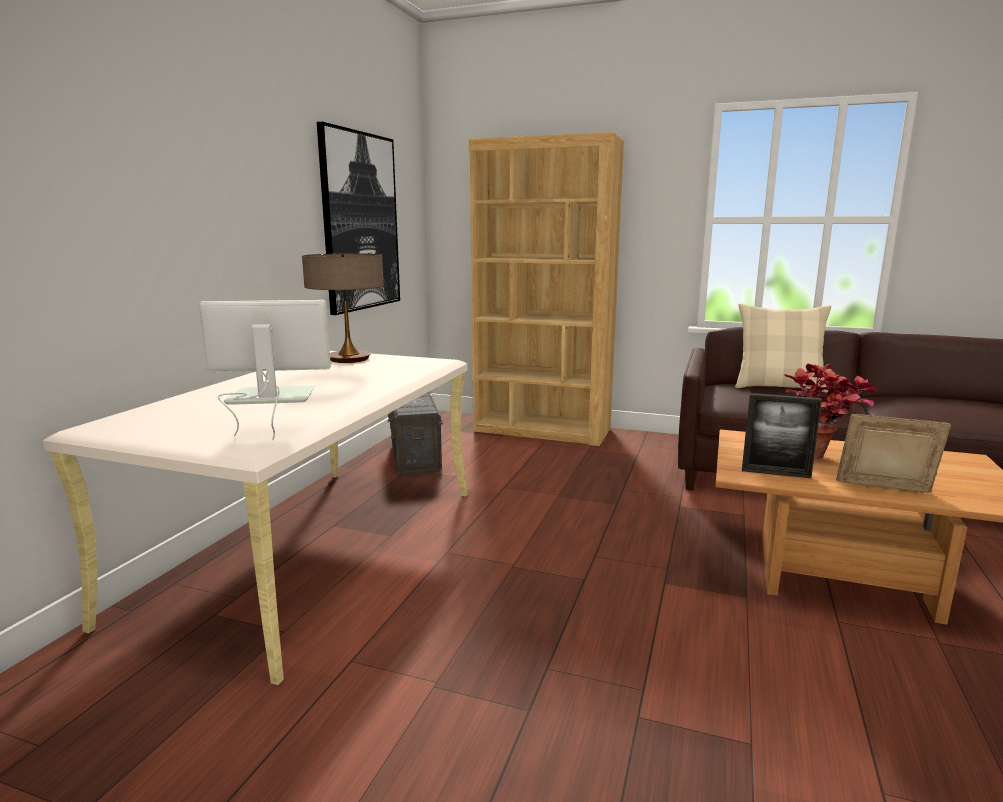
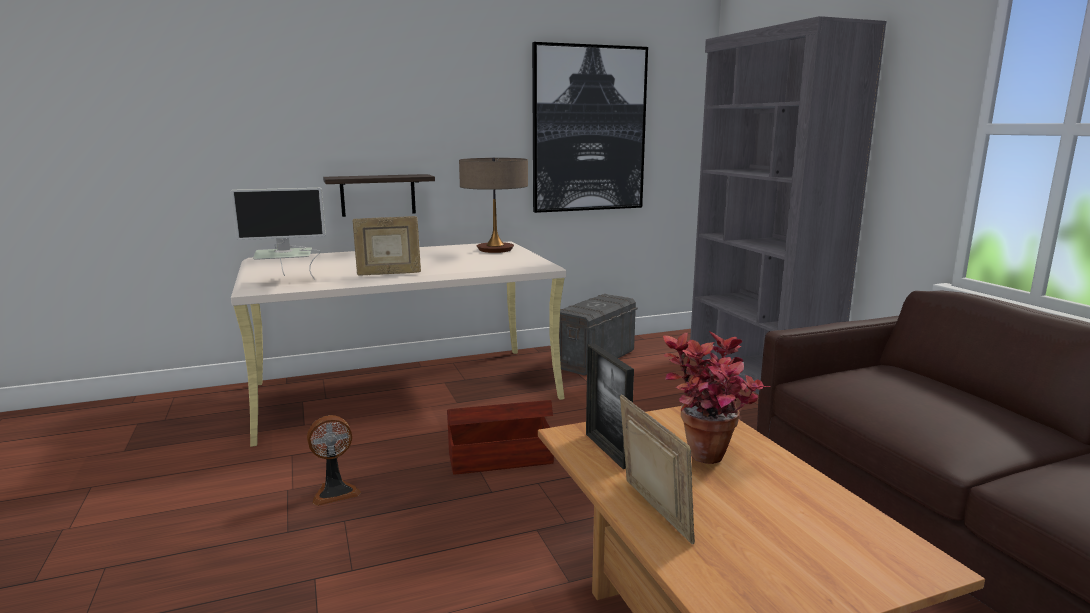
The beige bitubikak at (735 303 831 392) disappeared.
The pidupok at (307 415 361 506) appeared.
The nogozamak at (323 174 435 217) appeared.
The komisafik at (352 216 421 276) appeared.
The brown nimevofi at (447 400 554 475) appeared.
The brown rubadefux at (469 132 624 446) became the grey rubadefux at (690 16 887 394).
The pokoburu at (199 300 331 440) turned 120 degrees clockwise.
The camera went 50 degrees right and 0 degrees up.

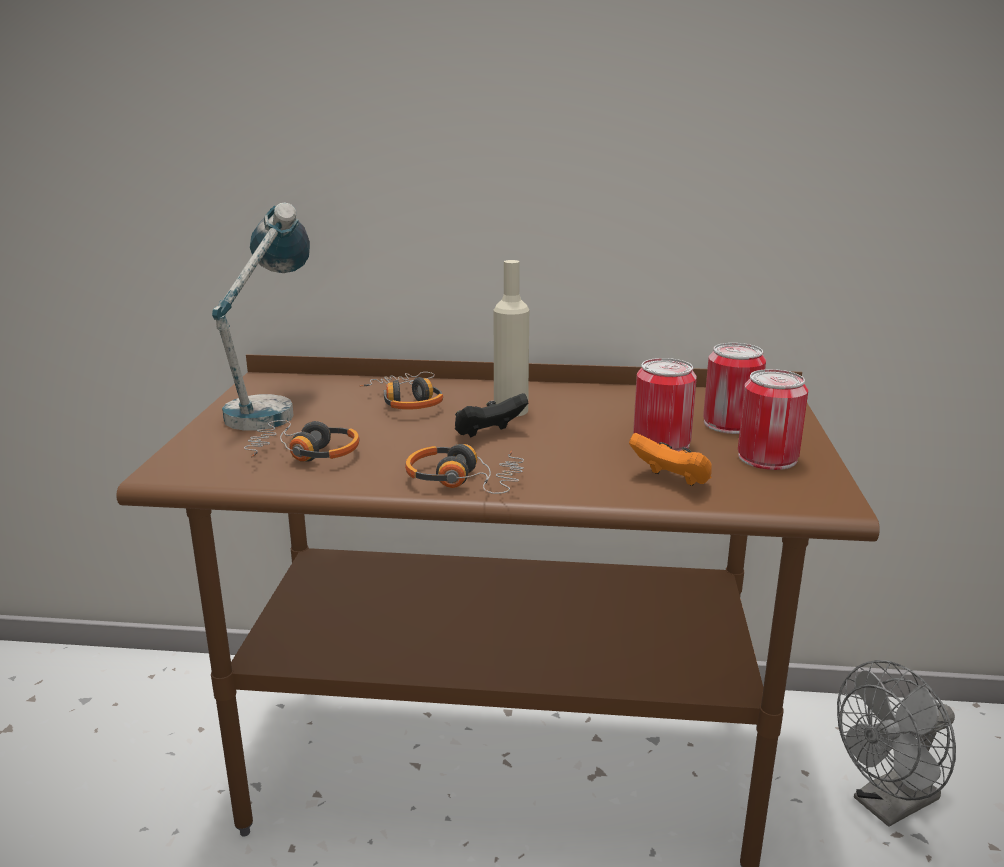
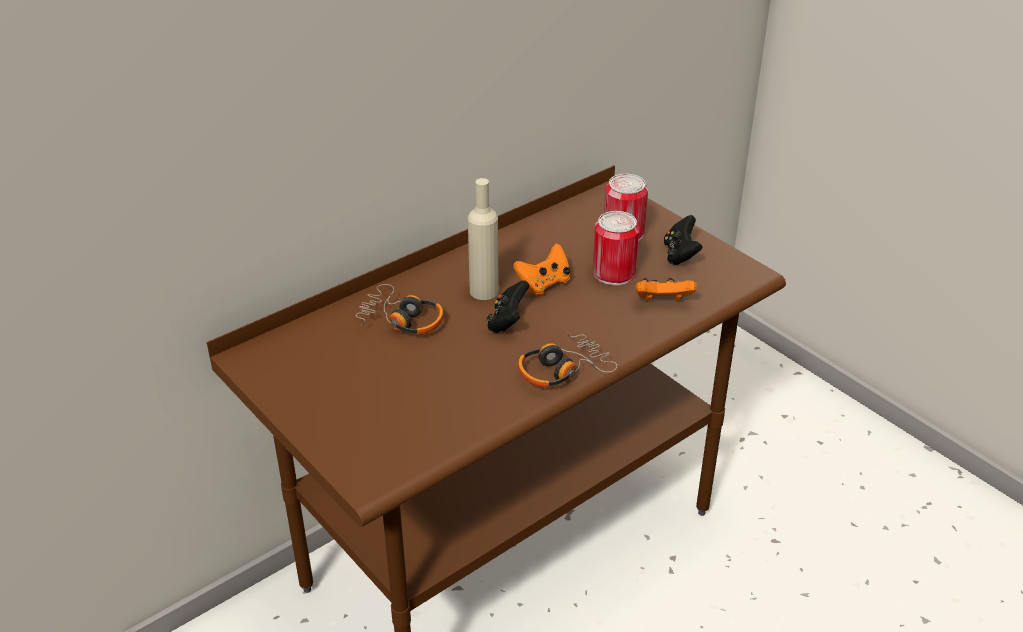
The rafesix at (212 203 310 431) disappeared.
The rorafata at (244 420 359 462) disappeared.
The grey pidupok at (837 660 956 827) disappeared.
The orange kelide at (513 243 570 295) appeared.
The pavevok at (738 369 808 470) was replaced by the black kelide at (664 215 702 265).
The camera went 45 degrees left and 15 degrees up.

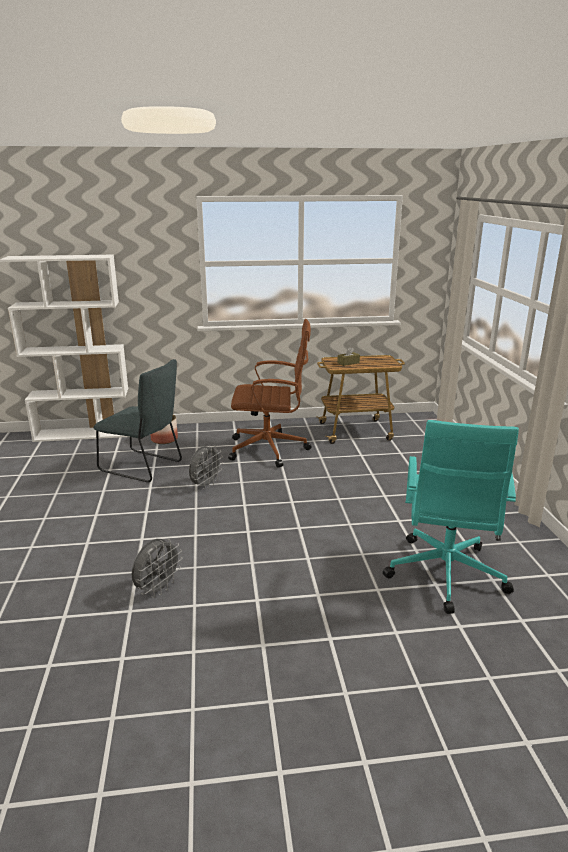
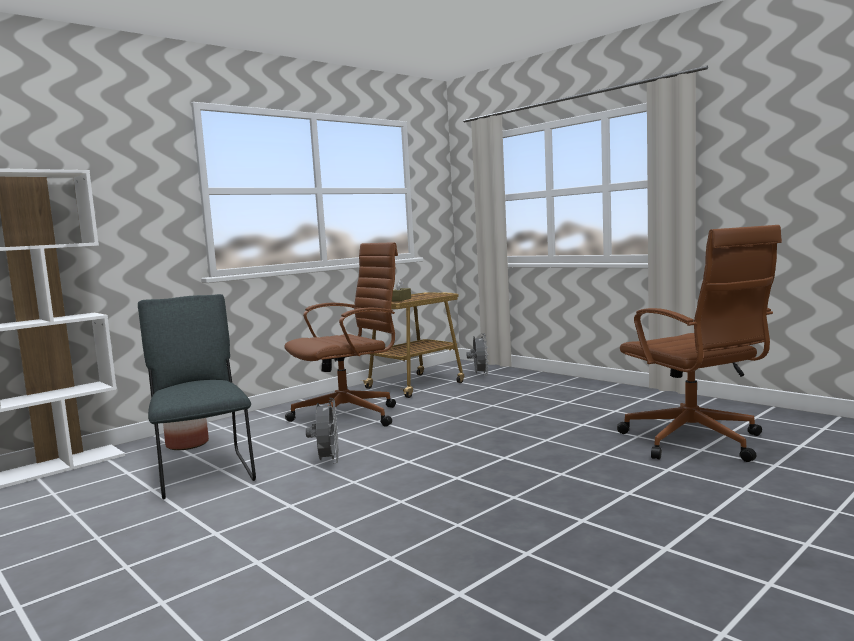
The grey pidupok moved from (132 539 183 598) to (467 333 489 376).
The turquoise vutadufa at (383 420 519 614) became the brown vutadufa at (617 225 782 462).
The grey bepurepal at (94 359 182 482) turned 105 degrees counterclockwise.
The camera went 35 degrees left and 15 degrees down.

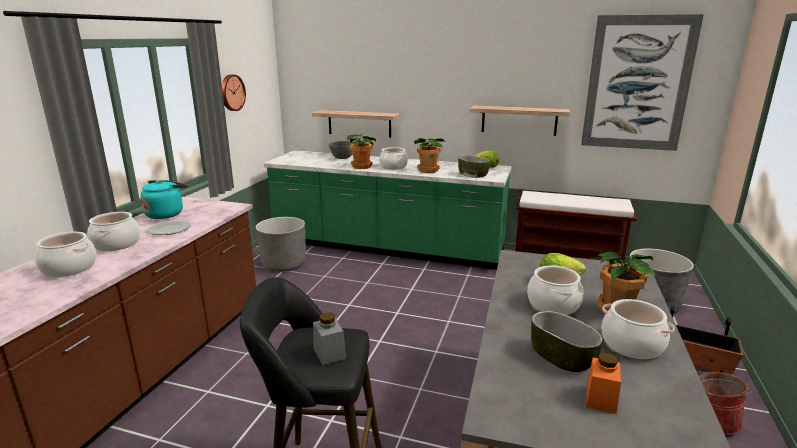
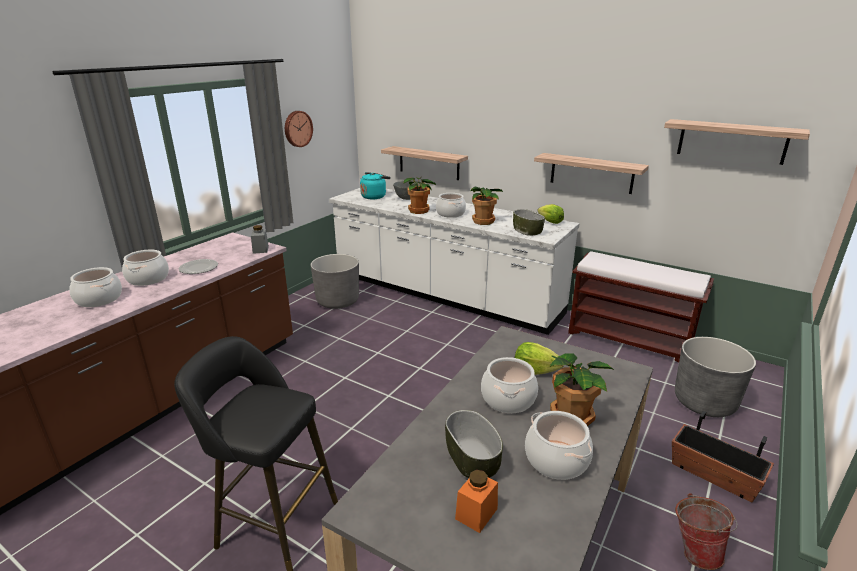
The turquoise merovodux moved from (140 180 188 219) to (360 172 390 199).
The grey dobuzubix moved from (313 313 346 365) to (251 225 269 254).
The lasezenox at (581 14 704 151) was replaced by the nogozamak at (664 119 810 165).
The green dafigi at (264 151 511 270) became the white dafigi at (329 188 580 335).
The camera went 15 degrees right and 5 degrees up.

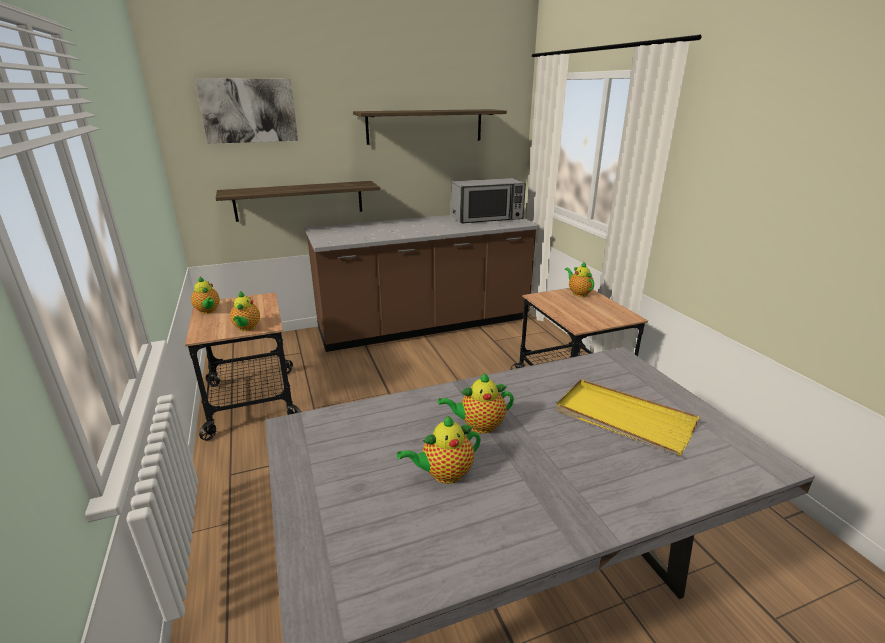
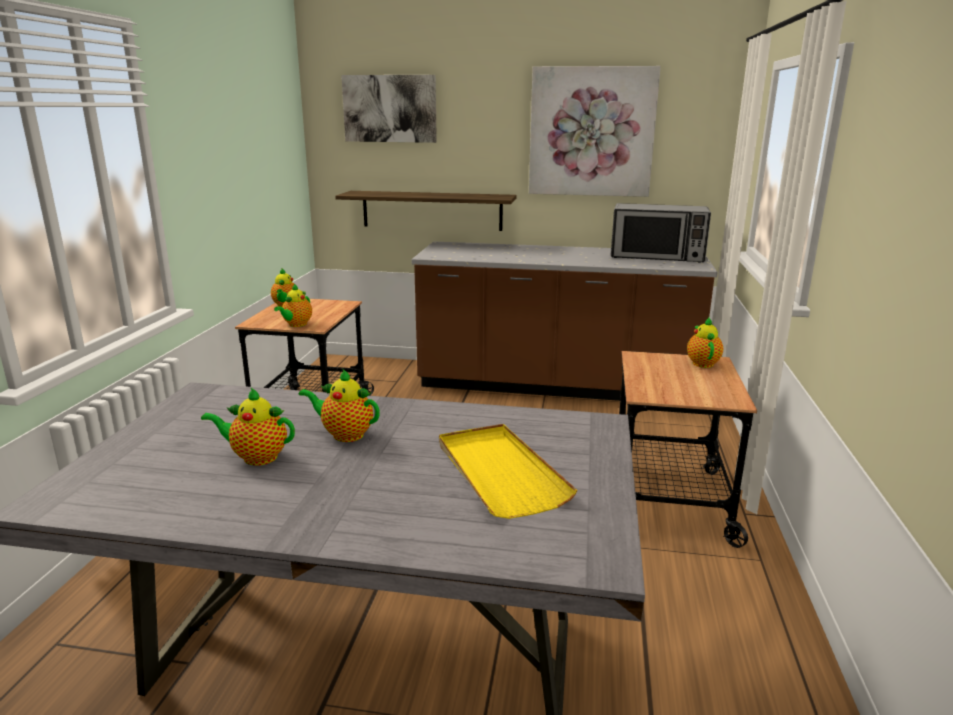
The nogozamak at (353 109 507 145) was replaced by the lasezenox at (529 66 661 197).
The camera went 30 degrees right and 5 degrees down.

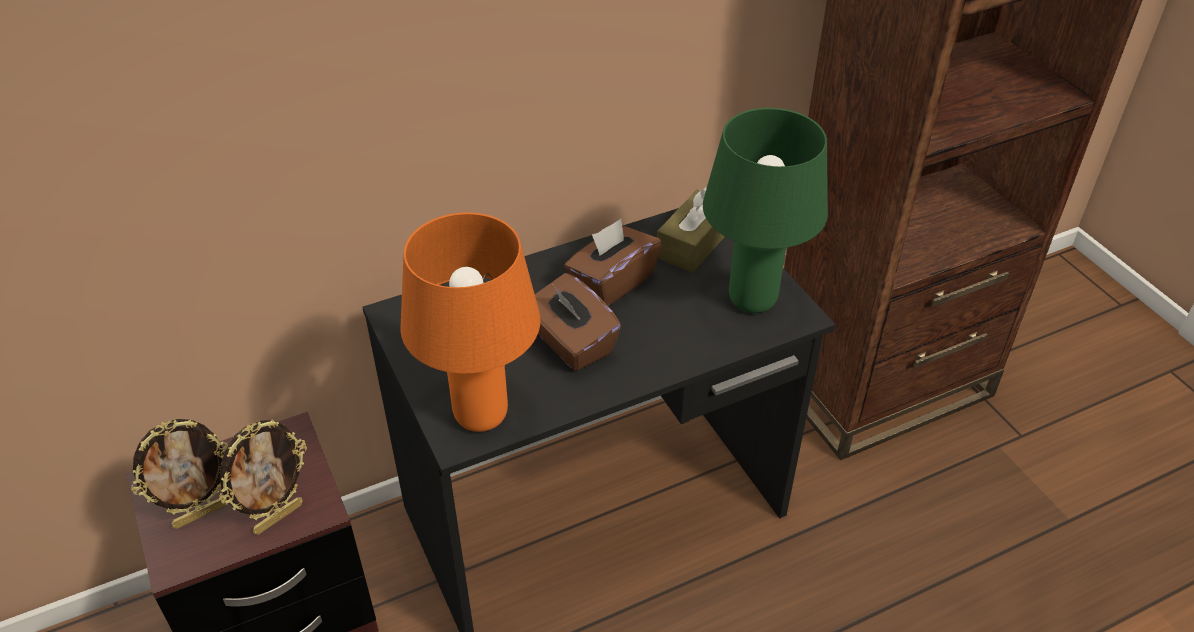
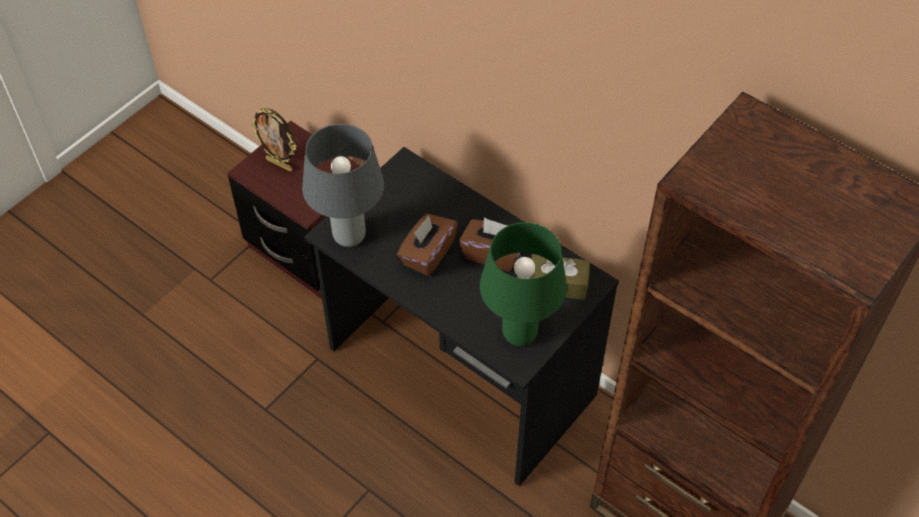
The komisafik at (219 420 307 535) disappeared.
The orange rafesix at (401 212 541 432) became the grey rafesix at (302 124 384 247).
The camera went 65 degrees right and 10 degrees up.

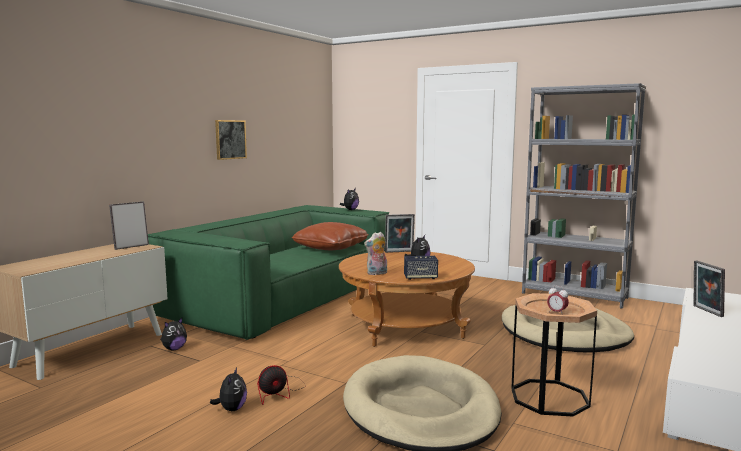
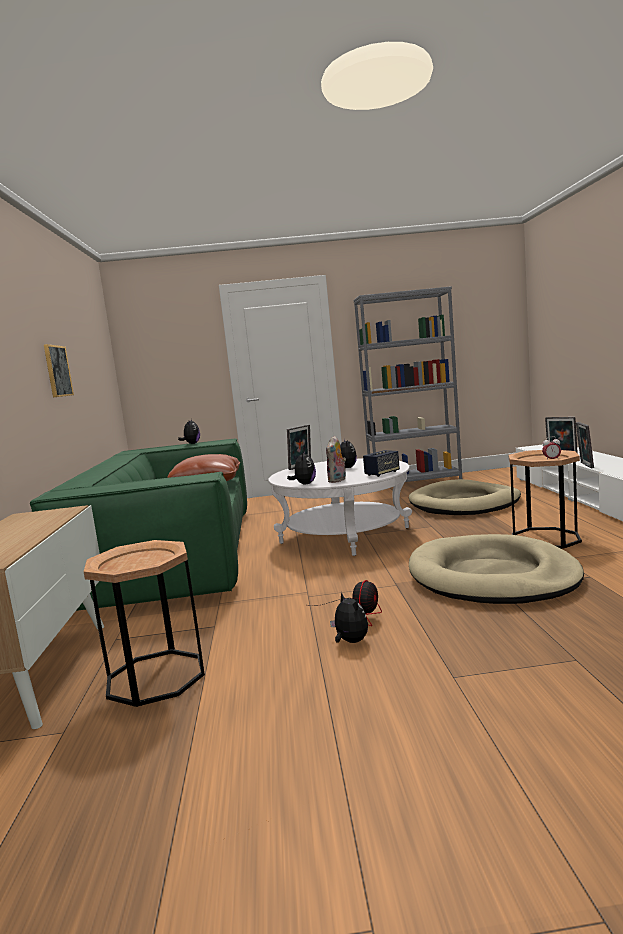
The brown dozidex at (83 540 205 707) appeared.
The komisafik moved from (109 202 149 250) to (576 422 594 468).
The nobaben moved from (160 318 187 350) to (287 451 316 484).
The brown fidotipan at (339 251 475 347) became the white fidotipan at (268 458 412 556).
The camera went 35 degrees left and 0 degrees up.

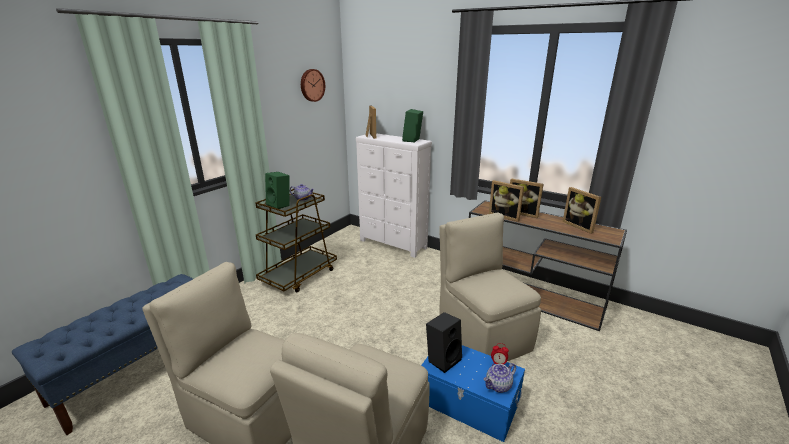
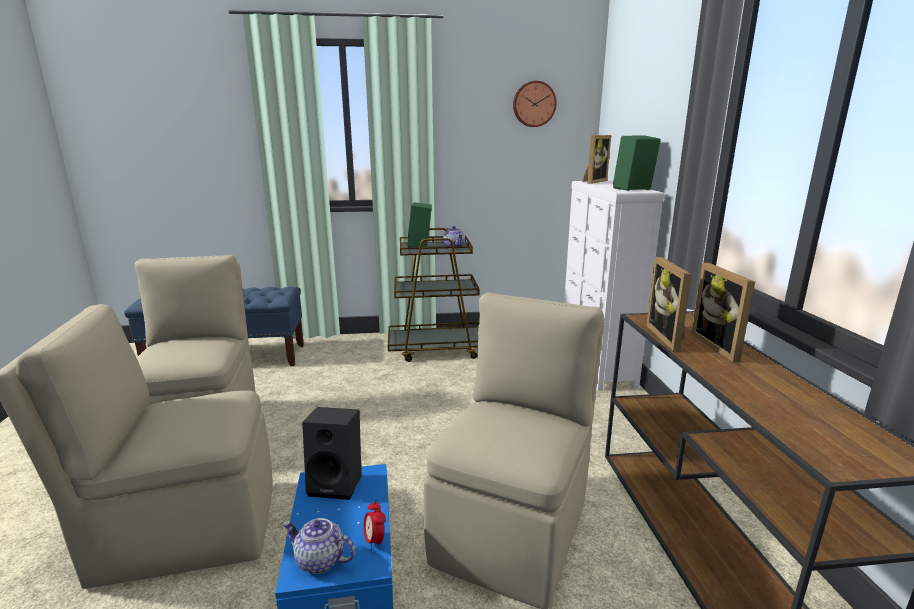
The komisafik at (563 187 601 234) disappeared.
The camera went 50 degrees right and 5 degrees down.

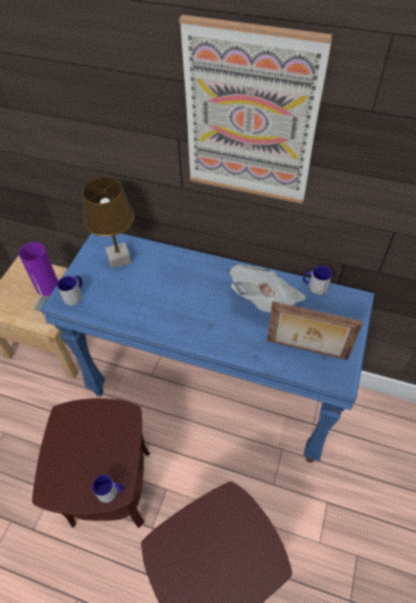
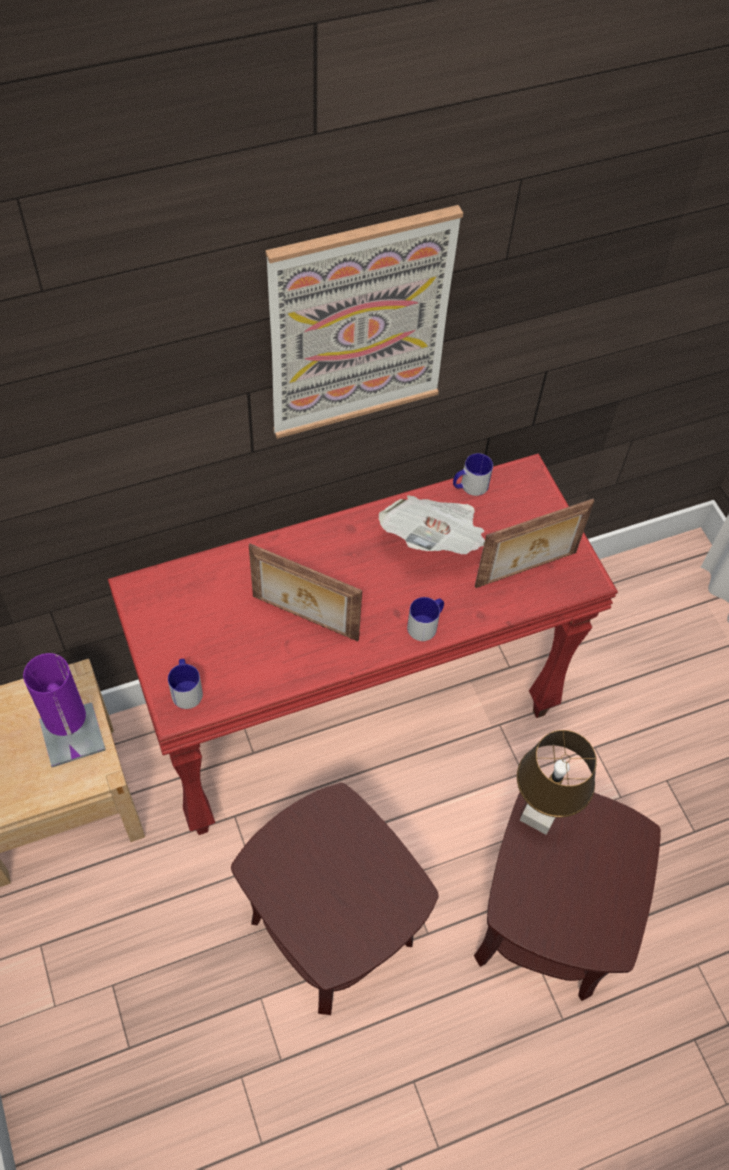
The komisafik at (249 544 362 641) appeared.
The brown rafesix moved from (82 177 134 269) to (517 730 597 835).
The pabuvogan moved from (92 475 124 503) to (407 597 444 641).
The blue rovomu at (40 233 375 463) became the red rovomu at (108 453 618 835).
The camera went 45 degrees left and 5 degrees up.

